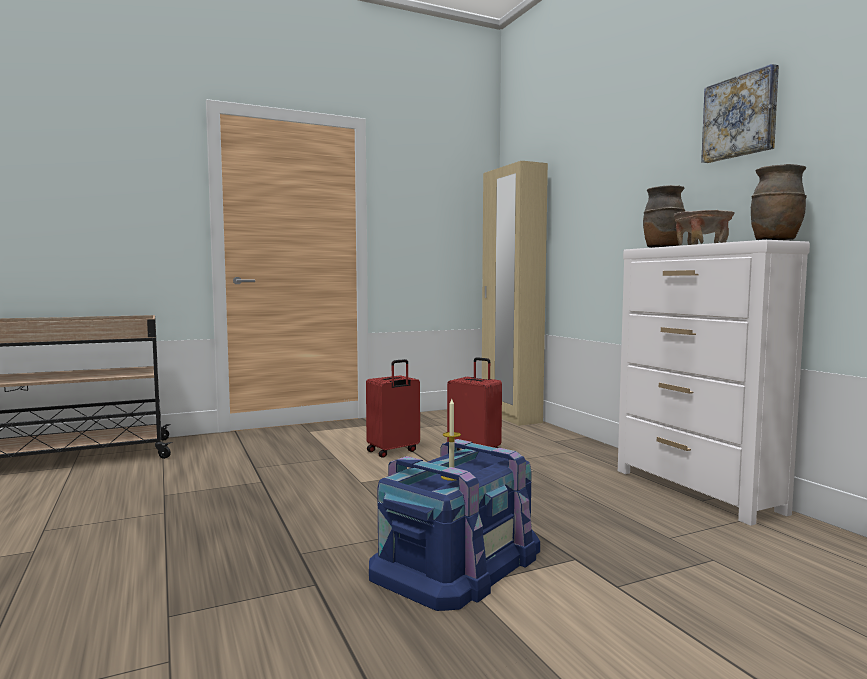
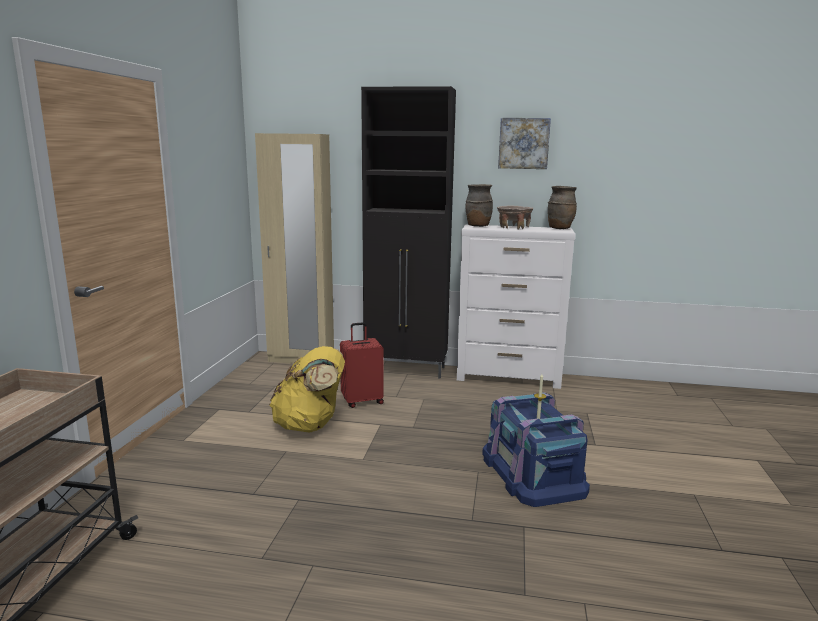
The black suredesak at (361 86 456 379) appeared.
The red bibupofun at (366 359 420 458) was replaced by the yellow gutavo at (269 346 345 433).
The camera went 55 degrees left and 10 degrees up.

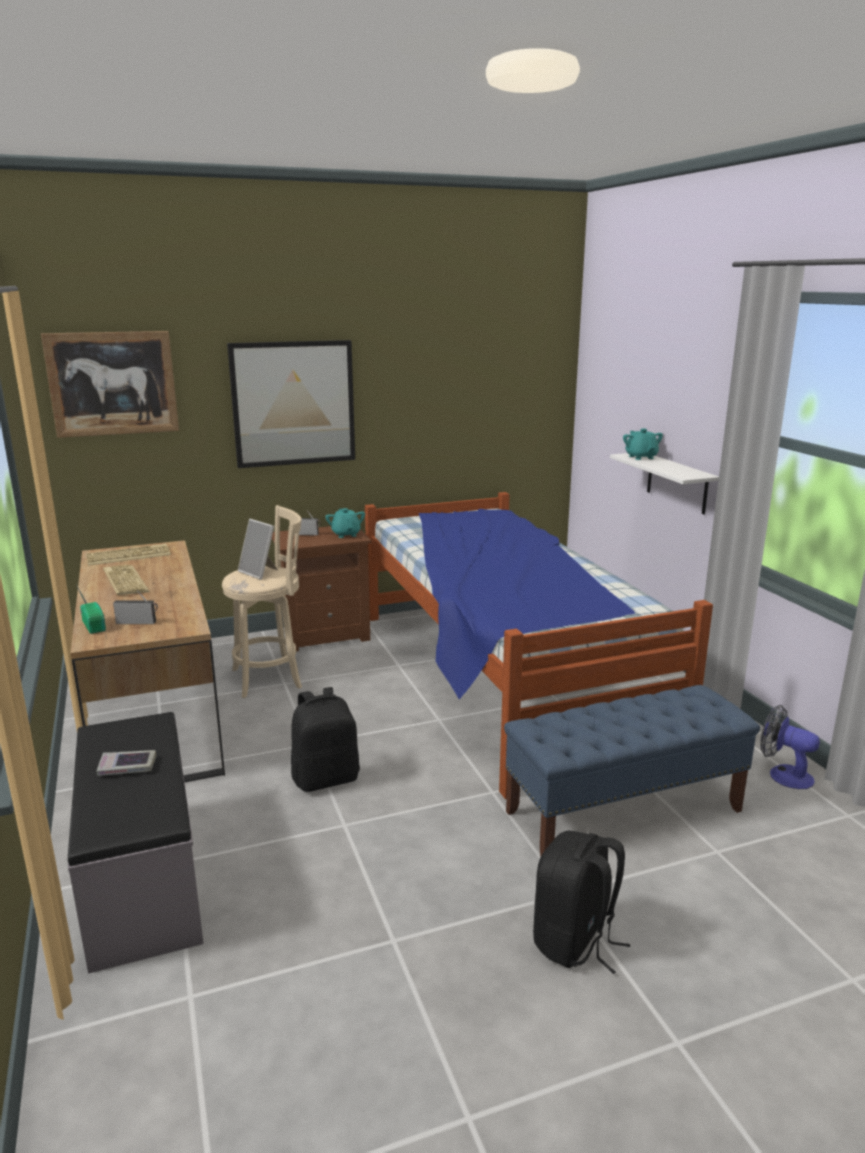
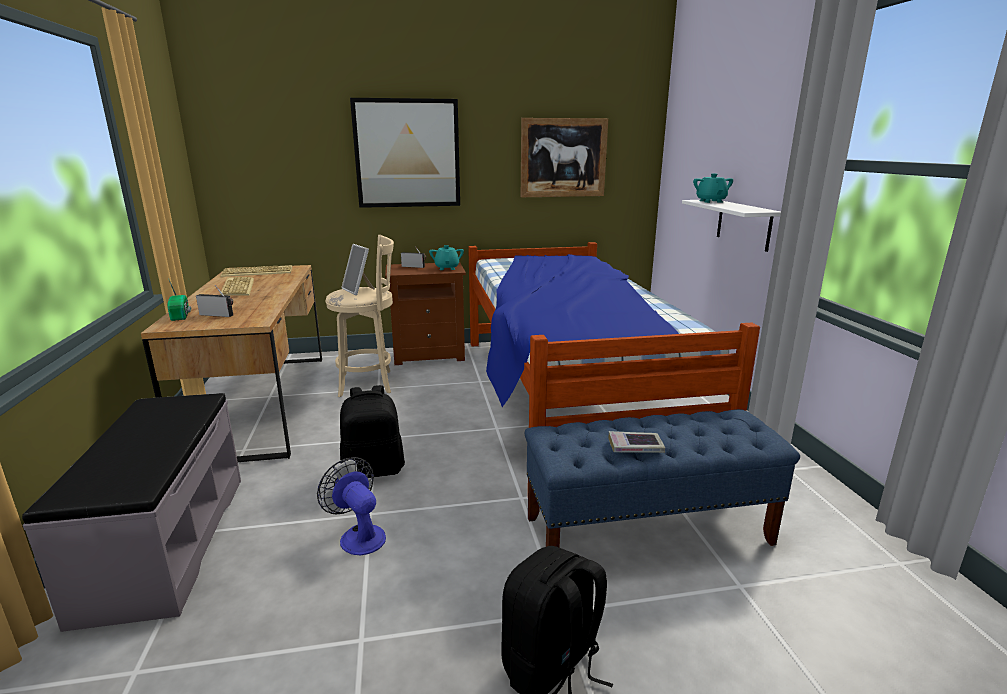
The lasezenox moved from (41 331 179 438) to (521 118 609 197).
The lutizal moved from (97 750 156 776) to (608 431 665 453).
The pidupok moved from (760 705 820 789) to (317 457 386 555).
The camera went 10 degrees right and 0 degrees up.

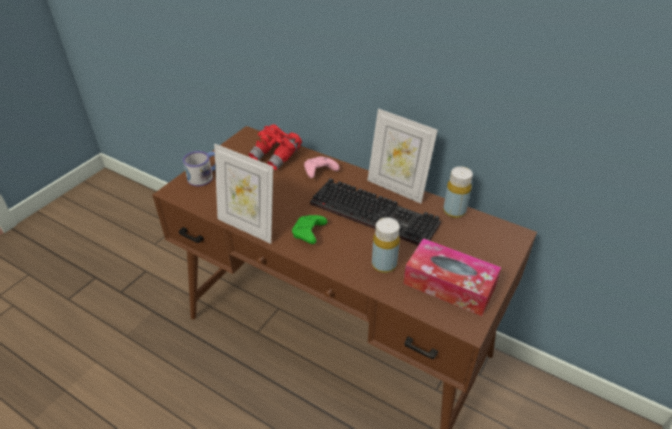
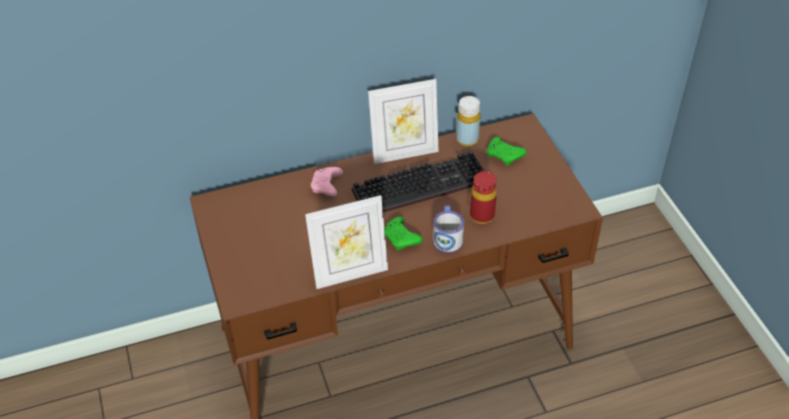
The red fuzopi at (248 124 302 170) disappeared.
The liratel at (404 238 501 316) disappeared.
The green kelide at (487 137 527 166) appeared.
The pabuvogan moved from (183 151 215 186) to (433 206 464 253).
The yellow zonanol at (372 217 400 273) became the red zonanol at (470 171 497 224).
The camera went 50 degrees left and 5 degrees up.

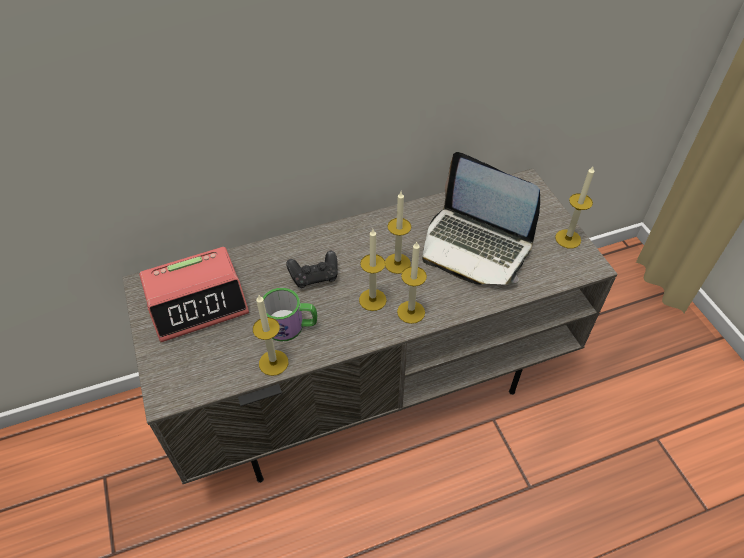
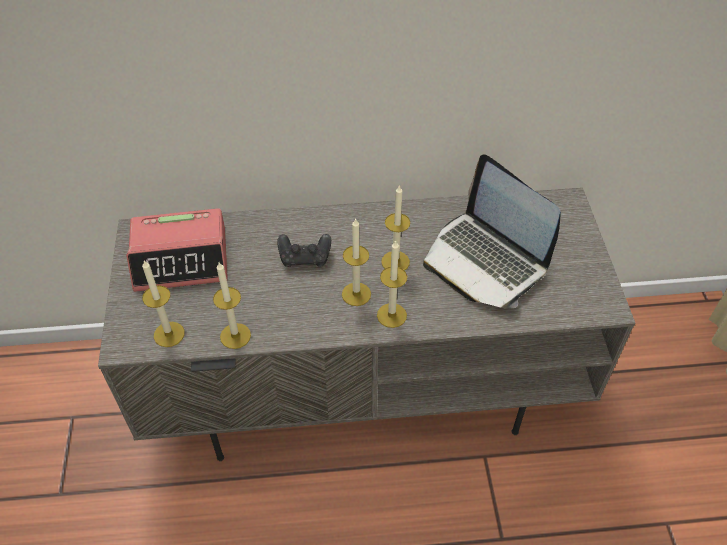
The pabuvogan at (262 288 317 342) disappeared.
The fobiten moved from (555 165 595 248) to (142 261 185 347).
The camera went 15 degrees right and 0 degrees up.

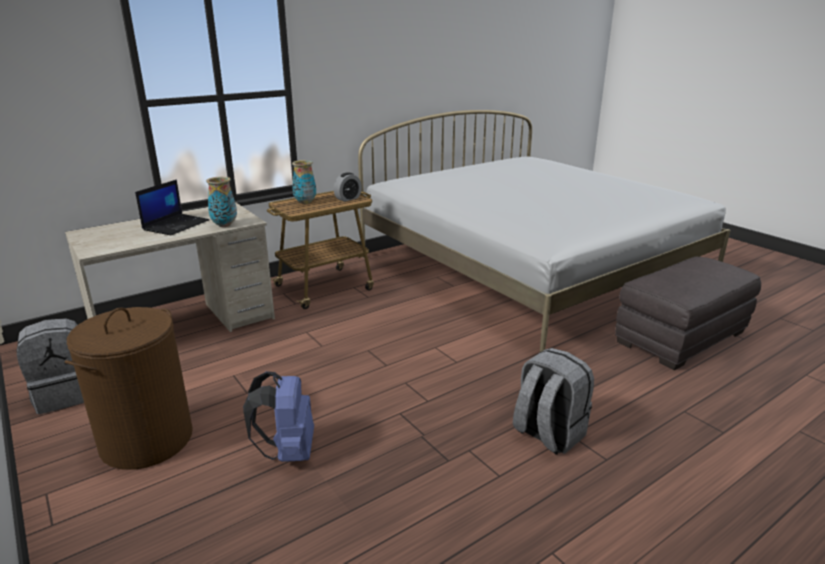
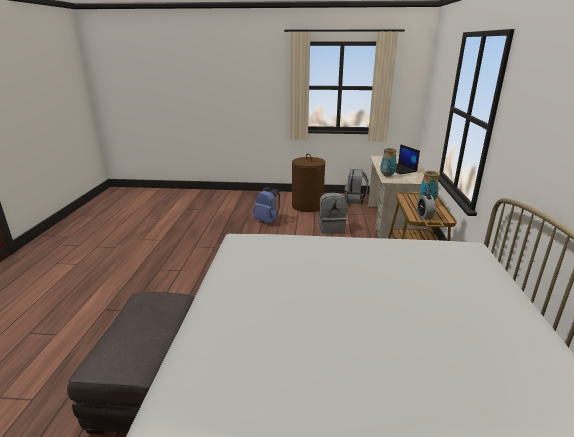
The grey gutavo moved from (513 348 594 455) to (319 192 347 234).
The camera went 130 degrees right and 0 degrees up.

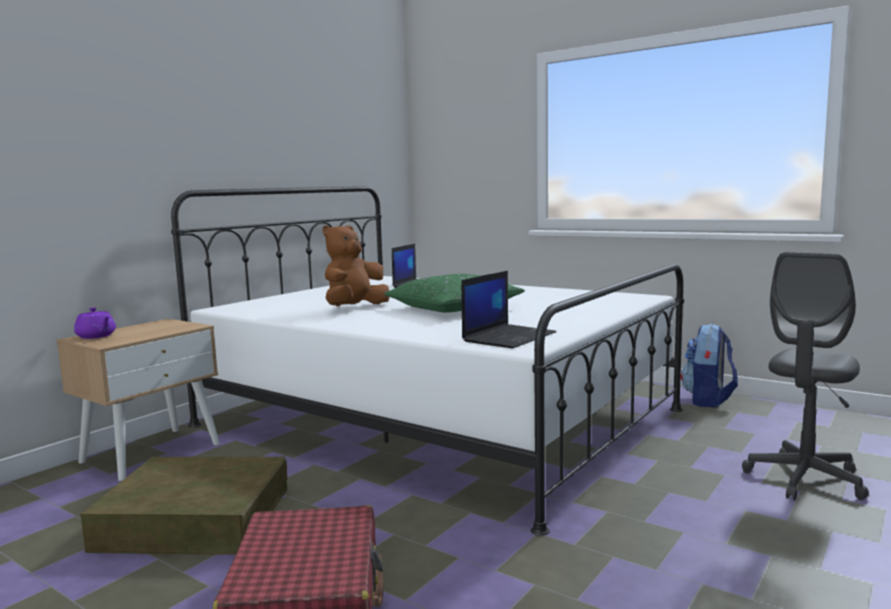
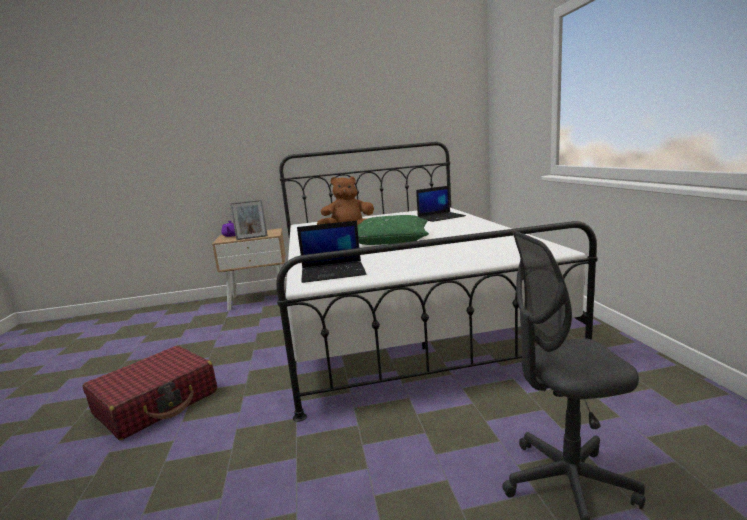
The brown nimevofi at (80 457 287 555) disappeared.
The gutavo at (681 324 738 408) disappeared.
The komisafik at (230 199 268 240) appeared.
The camera went 45 degrees right and 5 degrees up.

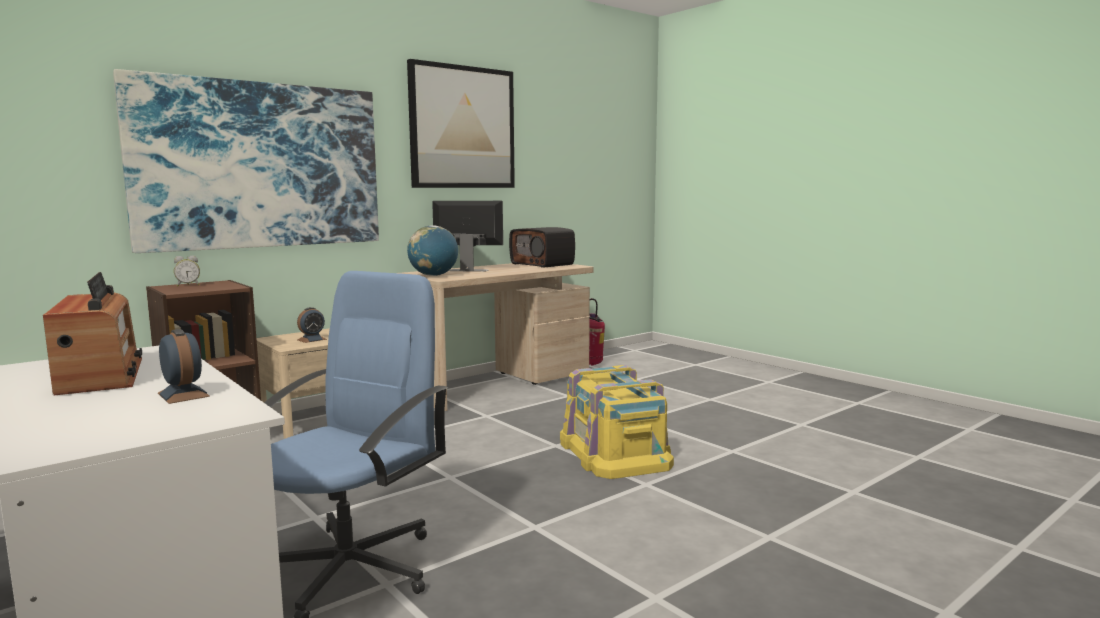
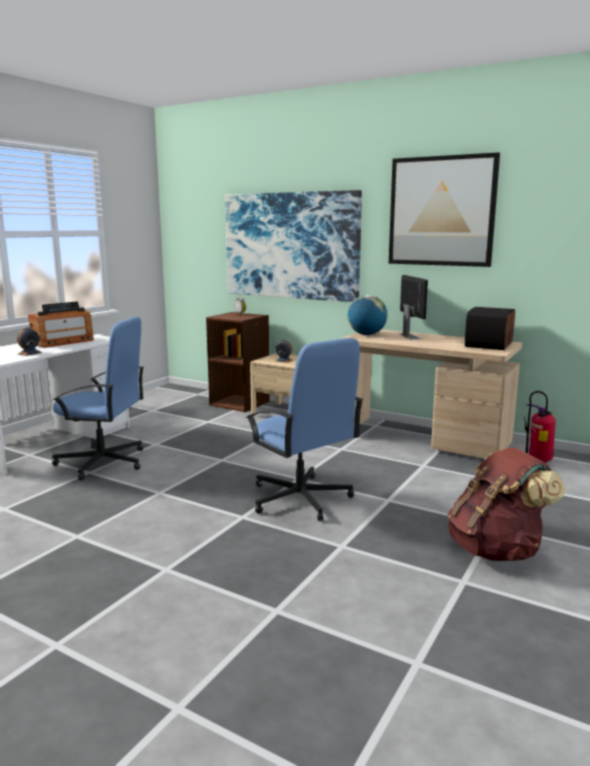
The brown gutavo at (447 448 565 561) appeared.
The yellow nimevofi at (560 365 674 479) was replaced by the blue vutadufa at (246 338 363 521).
The camera went 70 degrees right and 5 degrees up.

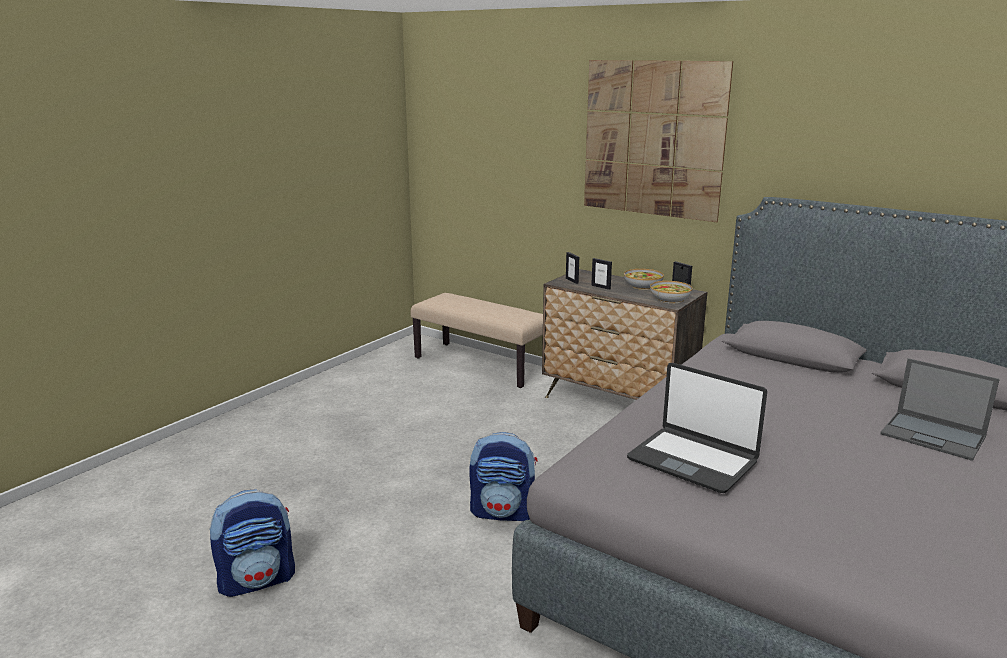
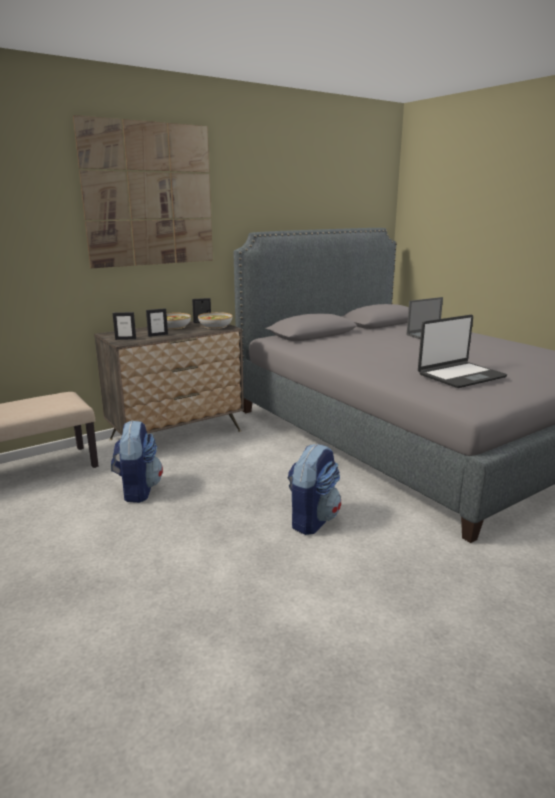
The gutavo moved from (209 489 295 597) to (111 420 163 503).
The camera went 70 degrees left and 0 degrees up.

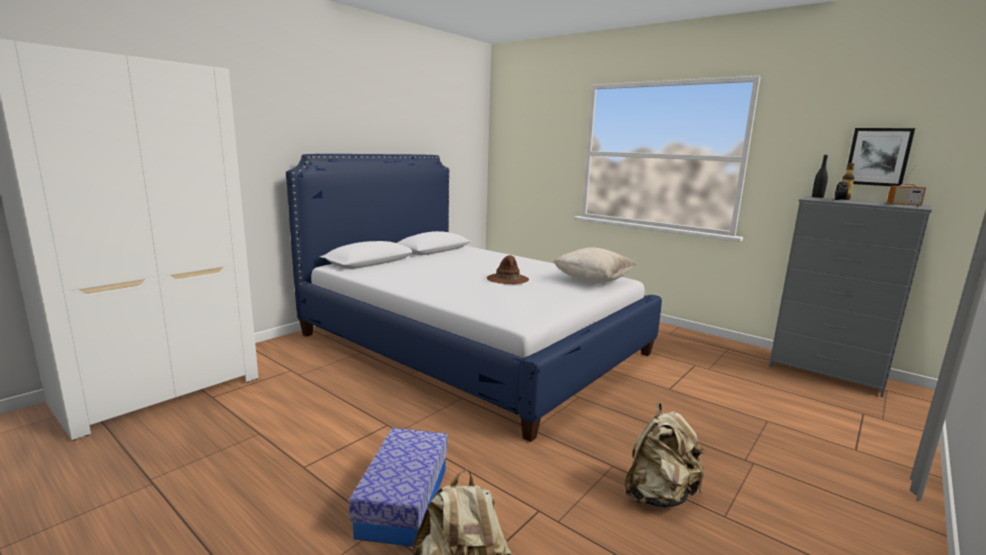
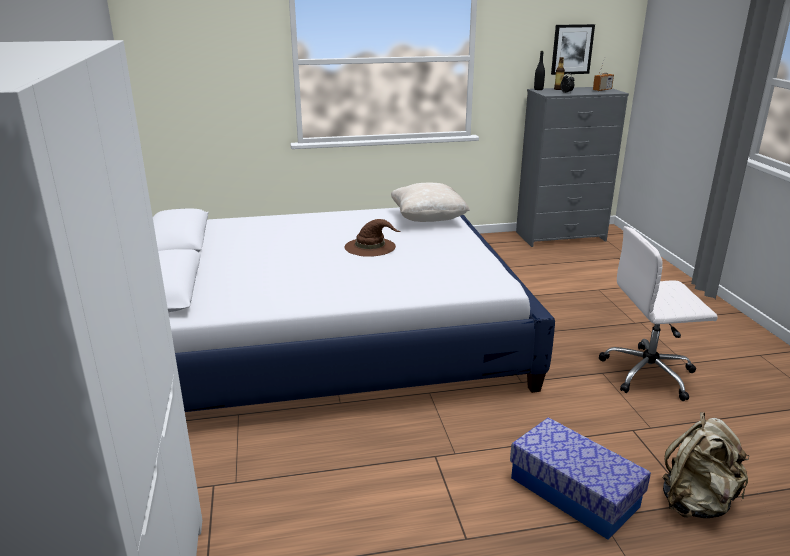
The beige gutavo at (624 403 705 508) was replaced by the white vutadufa at (599 226 718 401).
The camera went 50 degrees left and 10 degrees up.

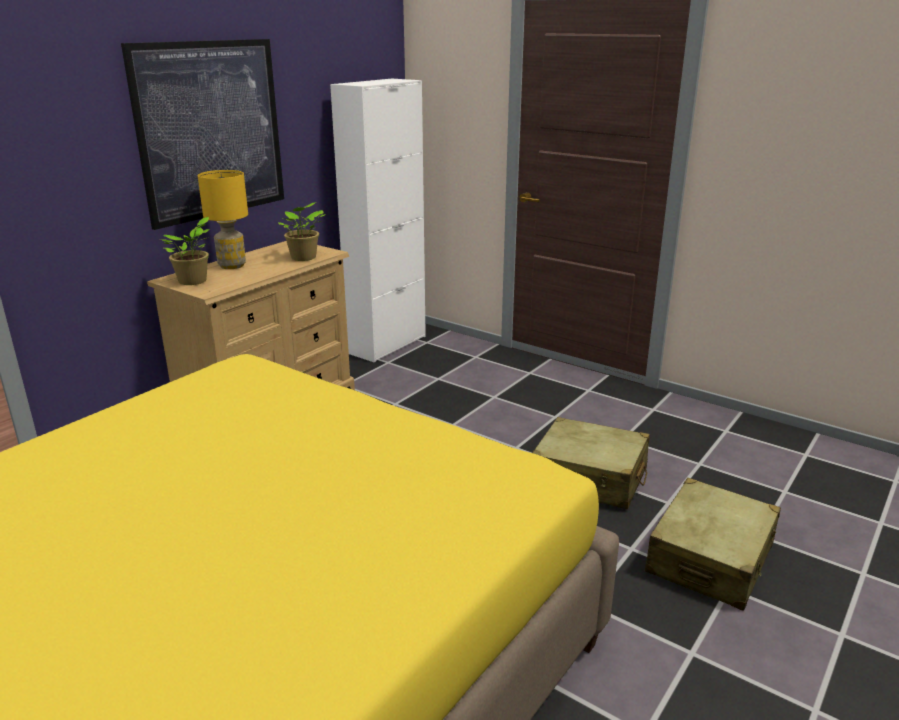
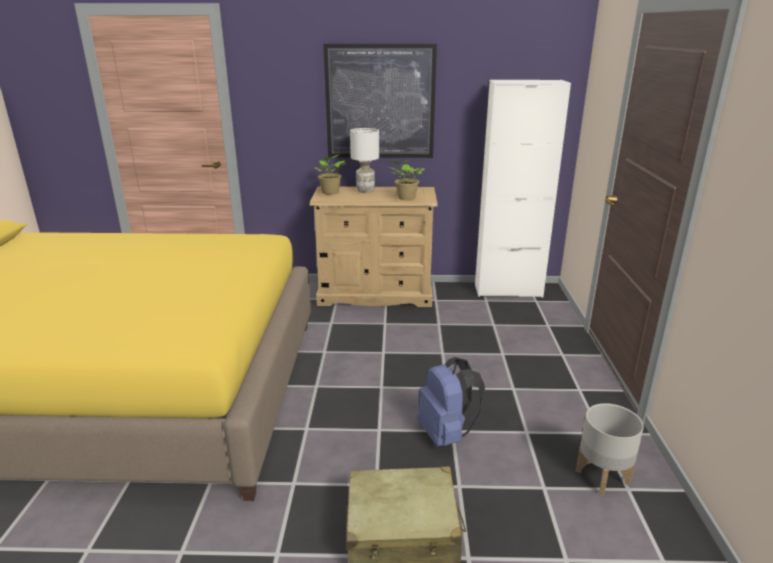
The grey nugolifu at (576 403 644 496) appeared.
The beige bibupofun at (532 417 650 509) was replaced by the blue gutavo at (417 357 485 447).
The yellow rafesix at (198 170 248 269) became the white rafesix at (350 128 379 193).
The camera went 55 degrees right and 0 degrees up.

